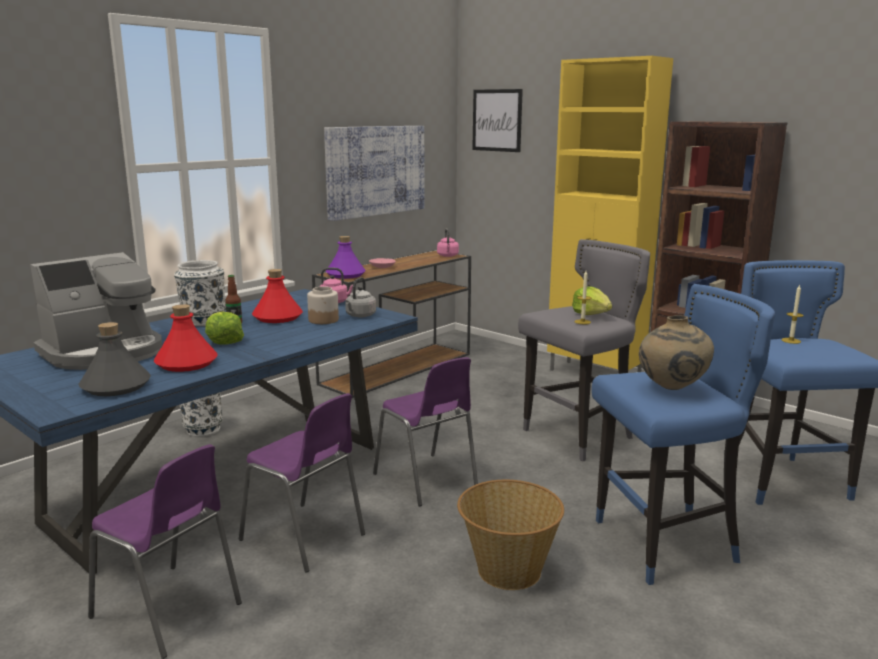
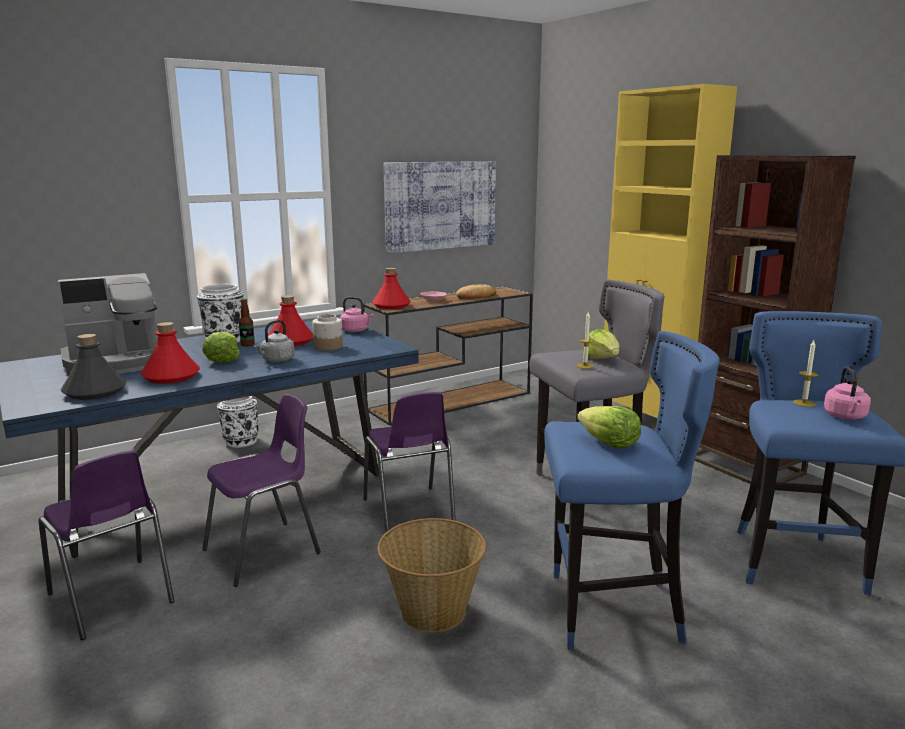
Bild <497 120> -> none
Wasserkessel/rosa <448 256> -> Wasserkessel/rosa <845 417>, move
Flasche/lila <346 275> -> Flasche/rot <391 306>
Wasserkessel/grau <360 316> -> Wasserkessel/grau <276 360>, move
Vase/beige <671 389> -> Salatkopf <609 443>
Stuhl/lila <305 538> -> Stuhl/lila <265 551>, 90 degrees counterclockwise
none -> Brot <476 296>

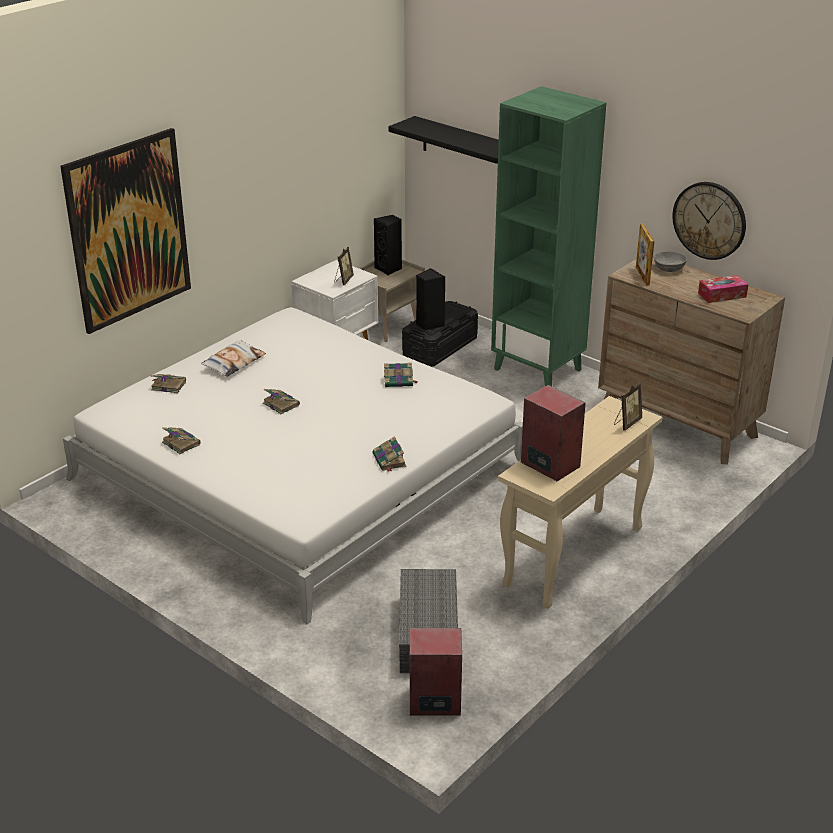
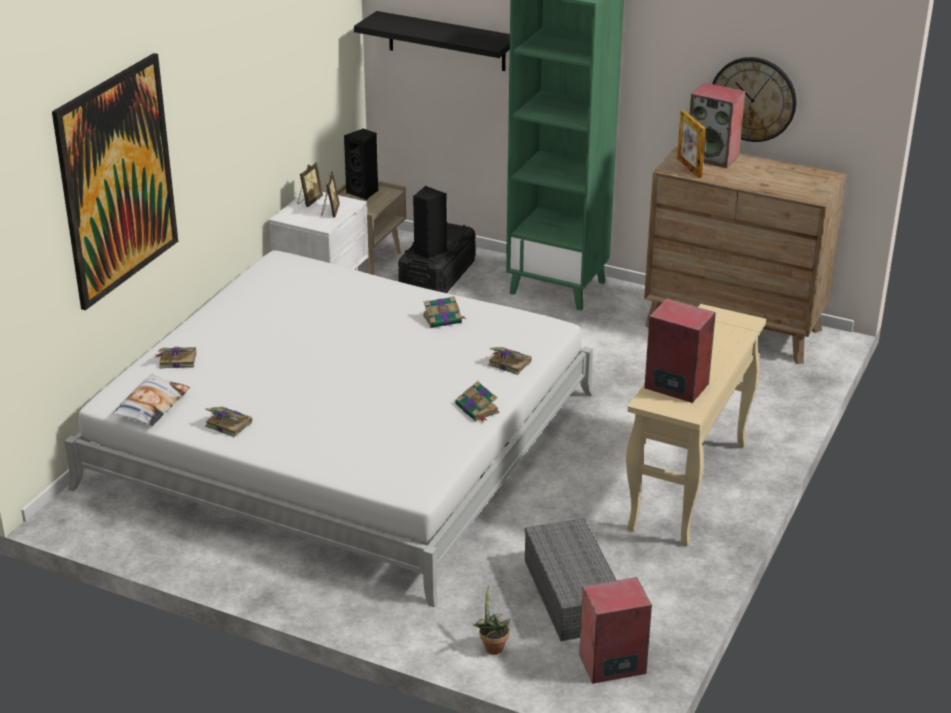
Schüssel/grau <669 269> -> Lautsprecher <713 157>
Taschentuchbox <722 295> -> none
Kissen <234 363> -> Kissen <152 405>, move
Bilderrahmen <626 423> -> Bilderrahmen <309 201>, move
Buch <280 404> -> Buch <509 363>, move
none -> Topfpflanze <492 646>

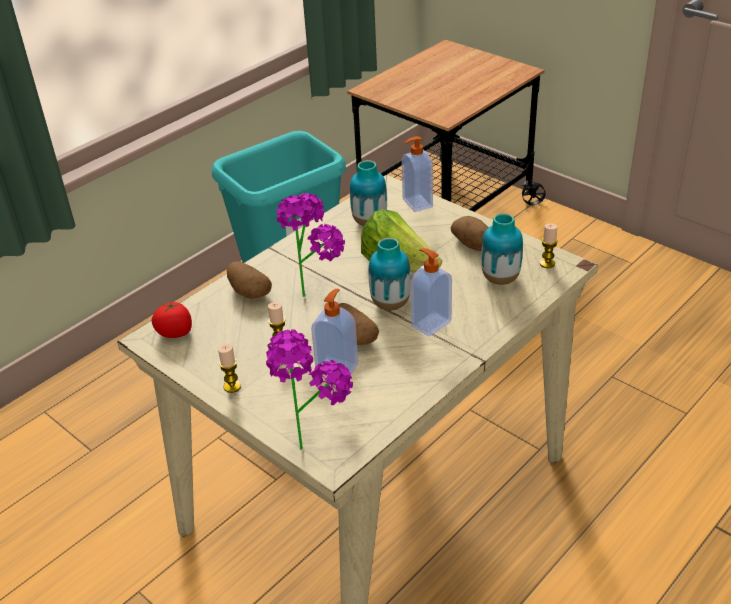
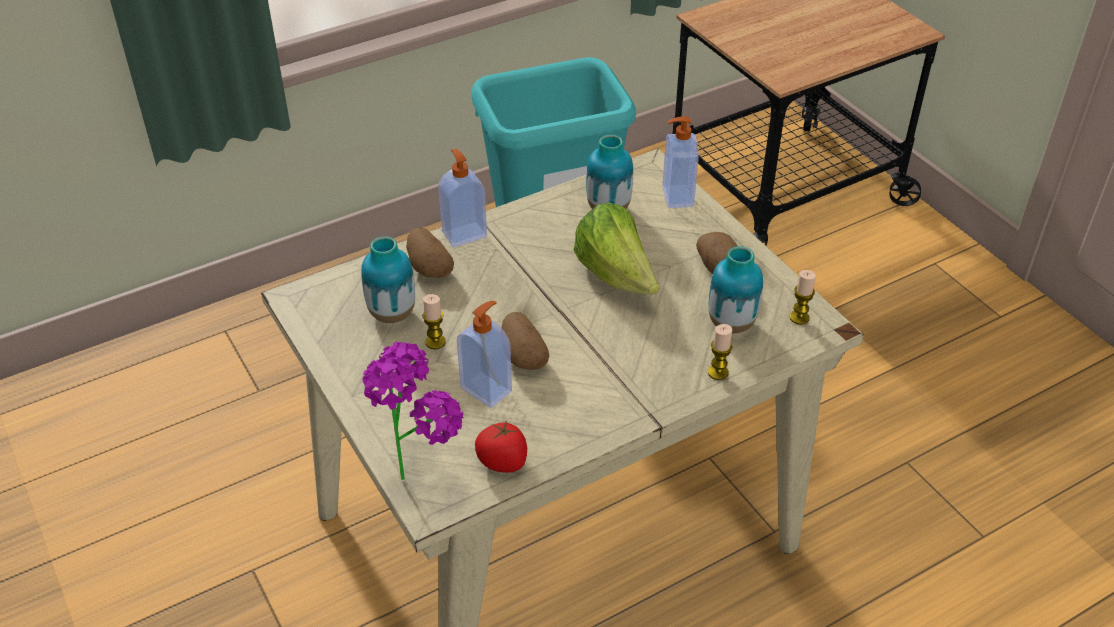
Topfpflanze <316 290> -> none
Vase <390 304> -> Vase <392 314>, move
Seifenspender <430 323> -> Seifenspender <464 234>, move
Tomate <175 332> -> Tomate <503 461>, move
Kerze <232 386> -> Kerze <718 372>, move

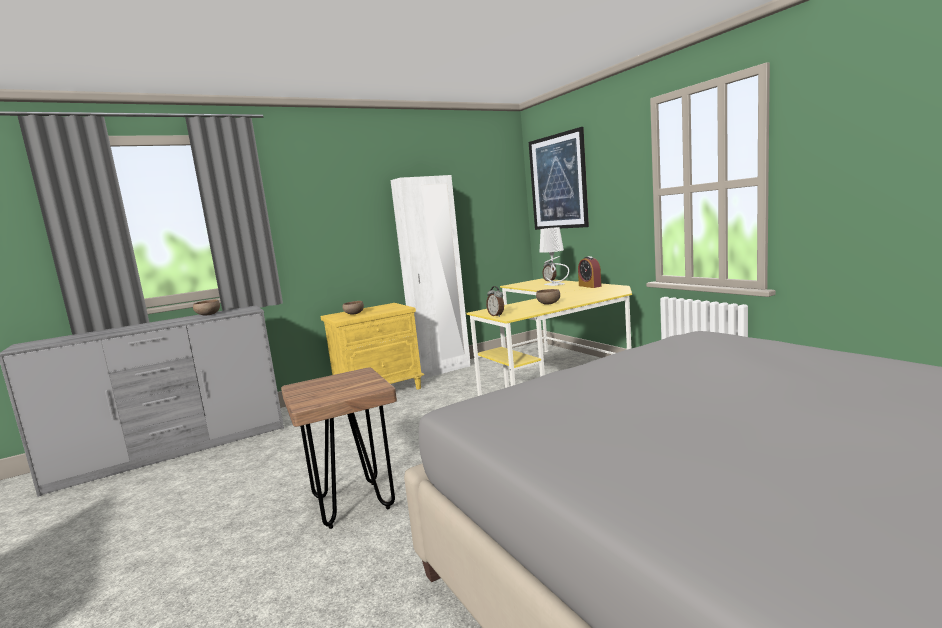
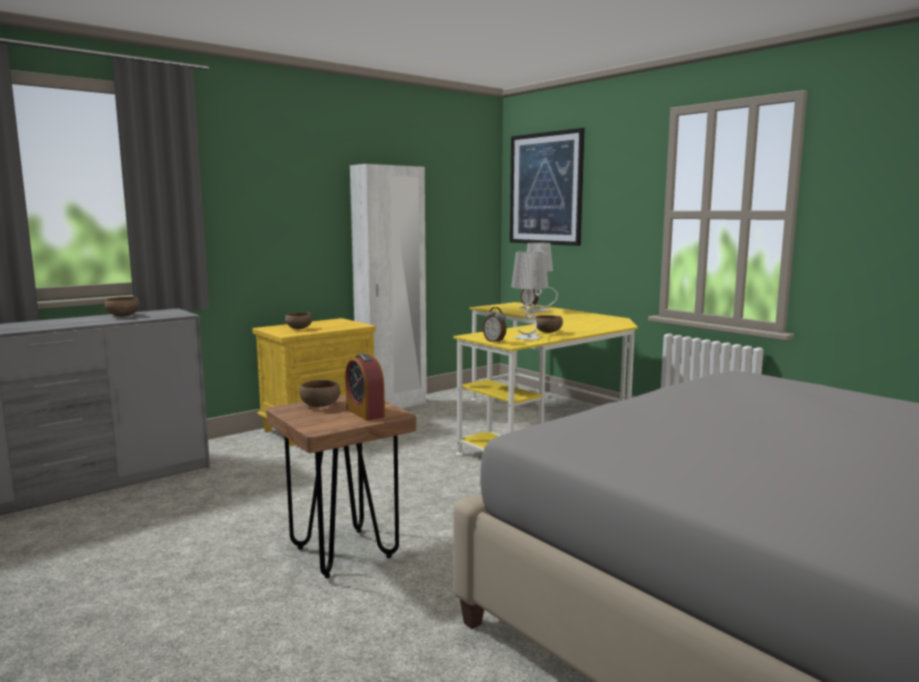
Wecker <590 286> -> Wecker <365 413>, move
none -> Tischlampe/grau <528 338>
none -> Schüssel/braun <320 405>

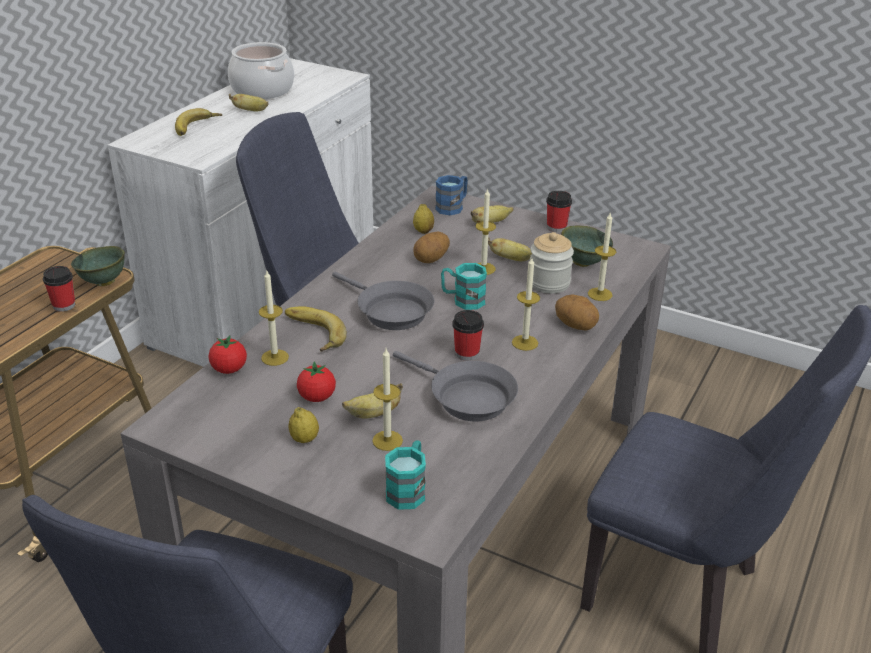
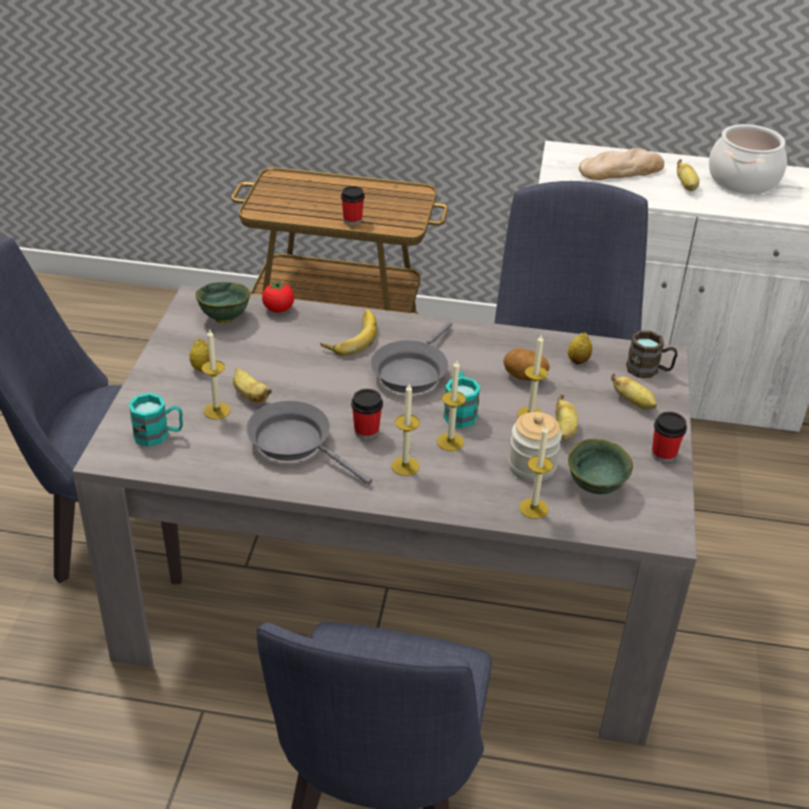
Banane <197 127> -> Brot <621 170>
Henkelbecher/blau <453 206> -> Henkelbecher/braun <649 370>
Schüssel/grün <103 283> -> Schüssel/grün <223 318>, move
Kerze <275 357> -> Kerze <450 442>, move
Kartoffel <575 326> -> none
Pfanne/grau <466 397> -> Pfanne/grau <295 443>, 105 degrees clockwise
Tomate <317 397> -> none

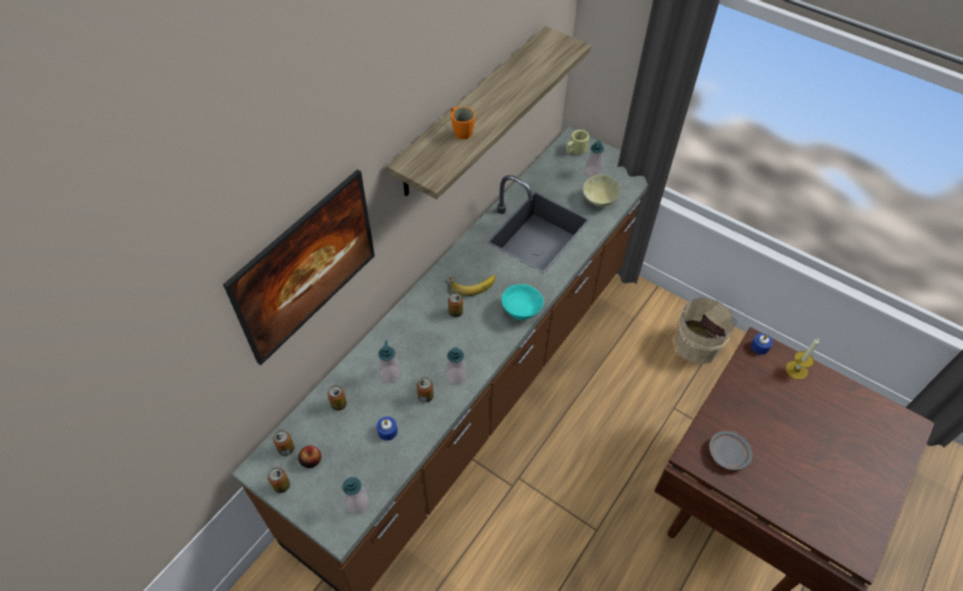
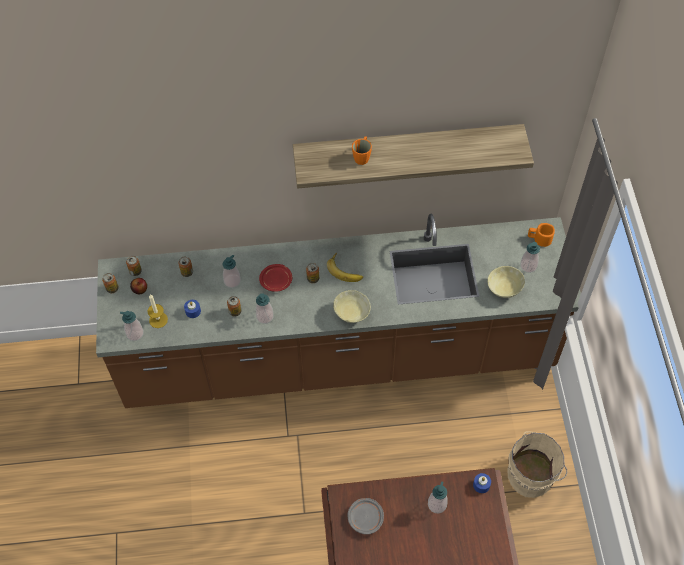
Henkelbecher/beige <575 150> -> Henkelbecher/orange <539 239>
Bild <312 287> -> none
Schüssel/türkis <521 311> -> Schüssel/beige <352 314>
Kerze <796 370> -> Kerze <158 320>, move
none -> Teller/rot <276 281>
none -> Seifenspender <437 504>

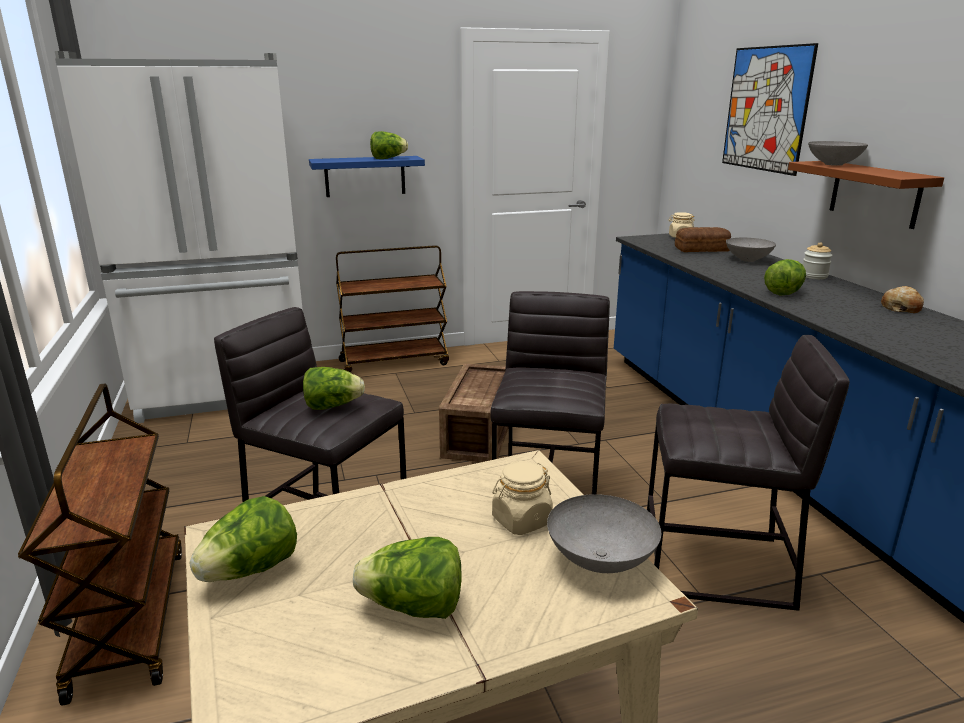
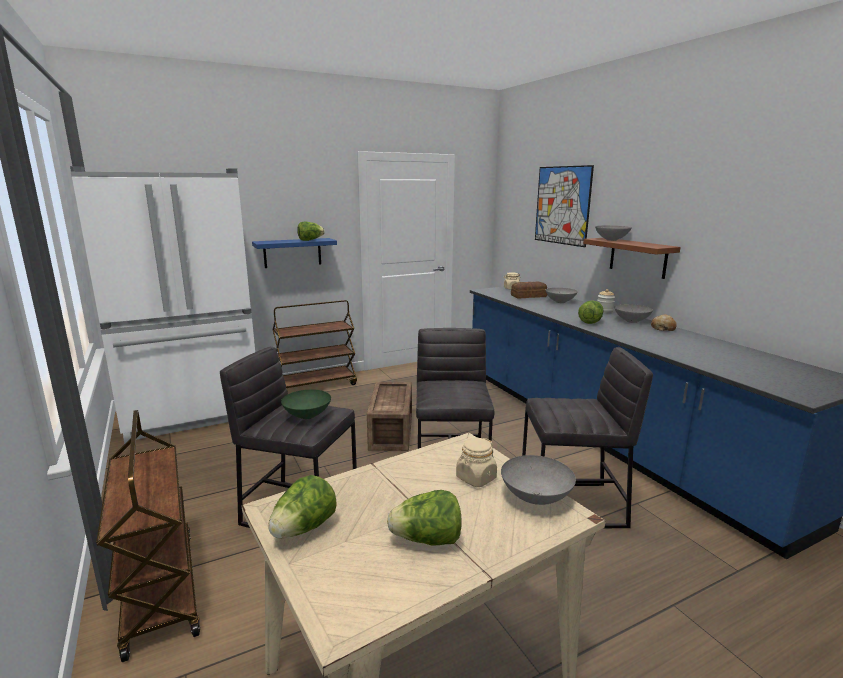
Salatkopf <332 406> -> Schüssel/grün <307 415>
none -> Schüssel/grau <632 321>

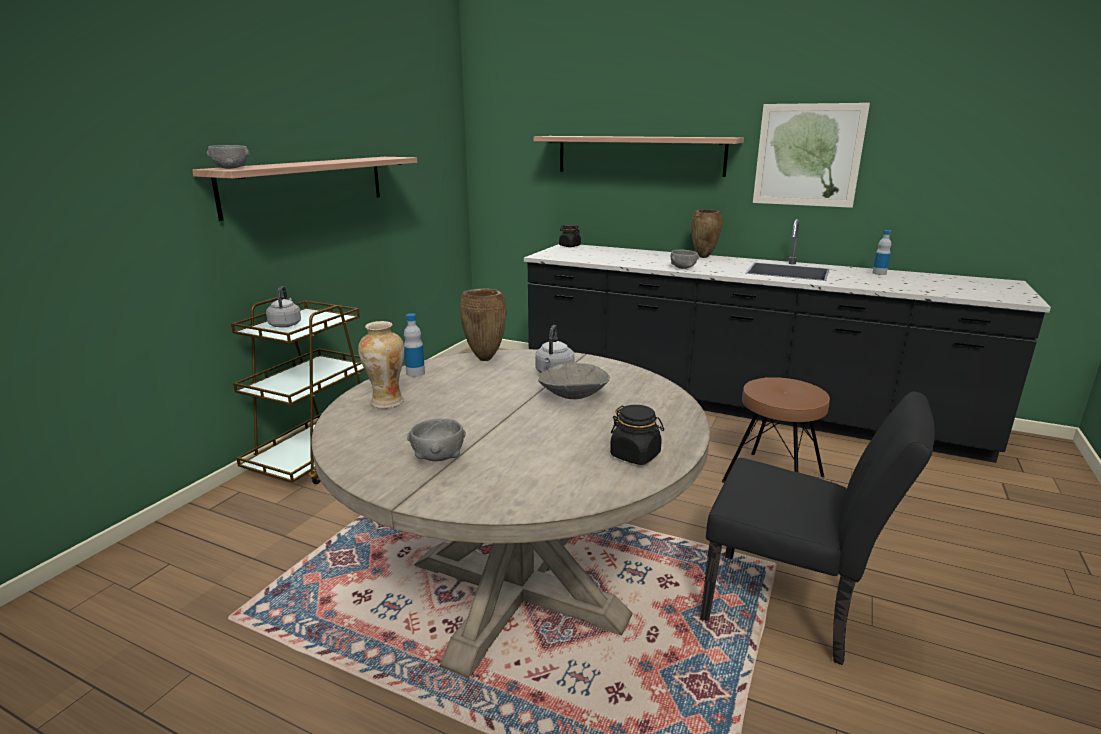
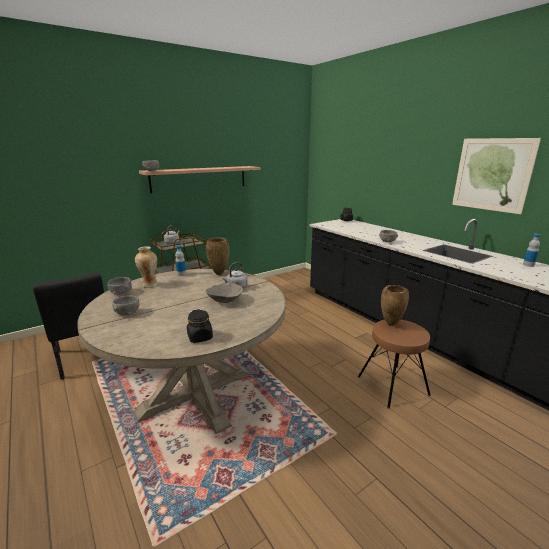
Wandregal <639 155> -> none
Vase/braun <703 257> -> Vase/braun <391 324>, move
Stuhl/schwarz <792 609> -> Stuhl/schwarz <86 360>, move
none -> Schüssel/grau <121 293>

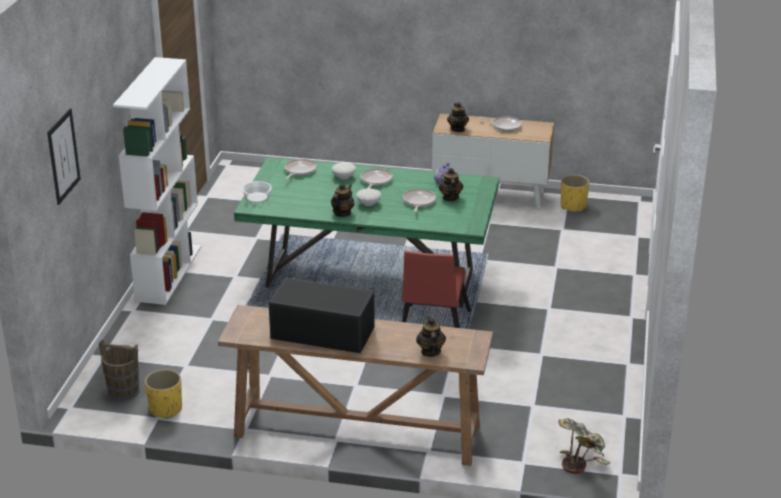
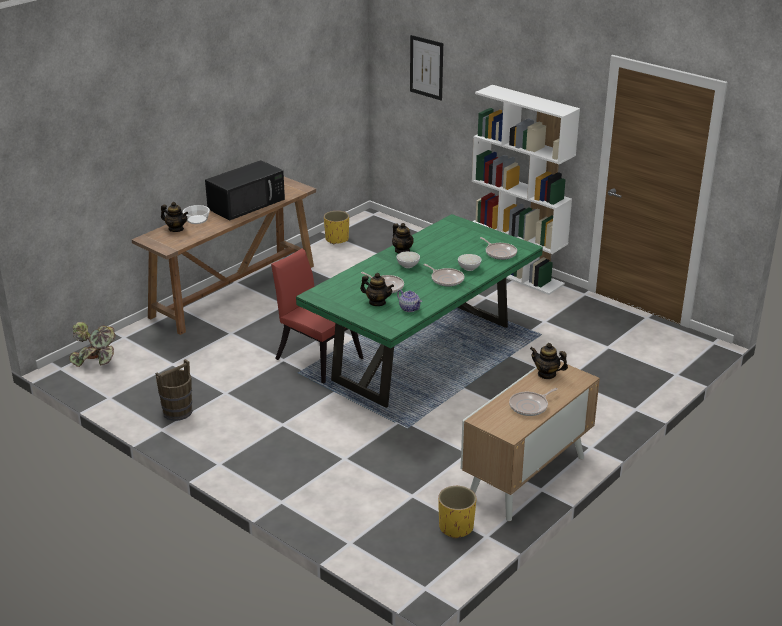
Schüssel <257 197> -> Schüssel <197 219>, move
Eimer/braun <124 391> -> Eimer/braun <177 412>, move

